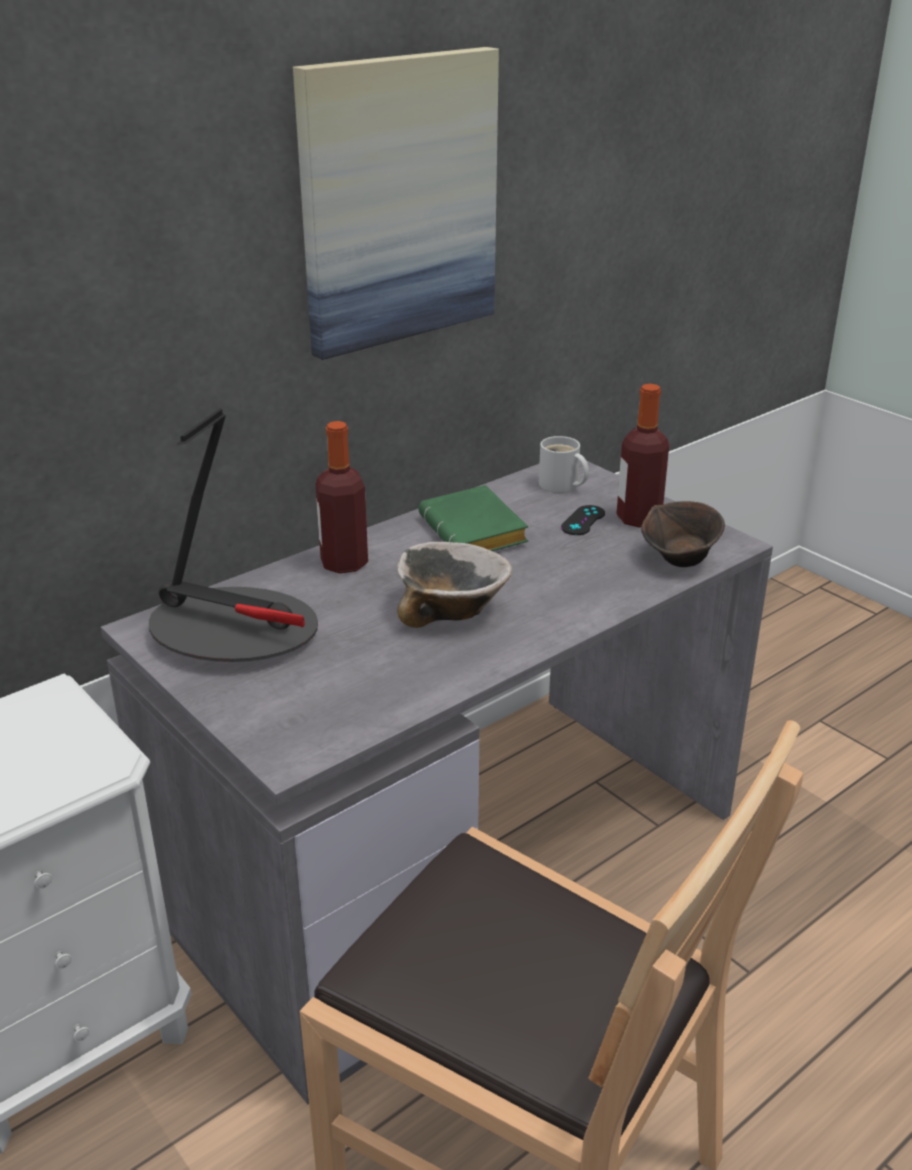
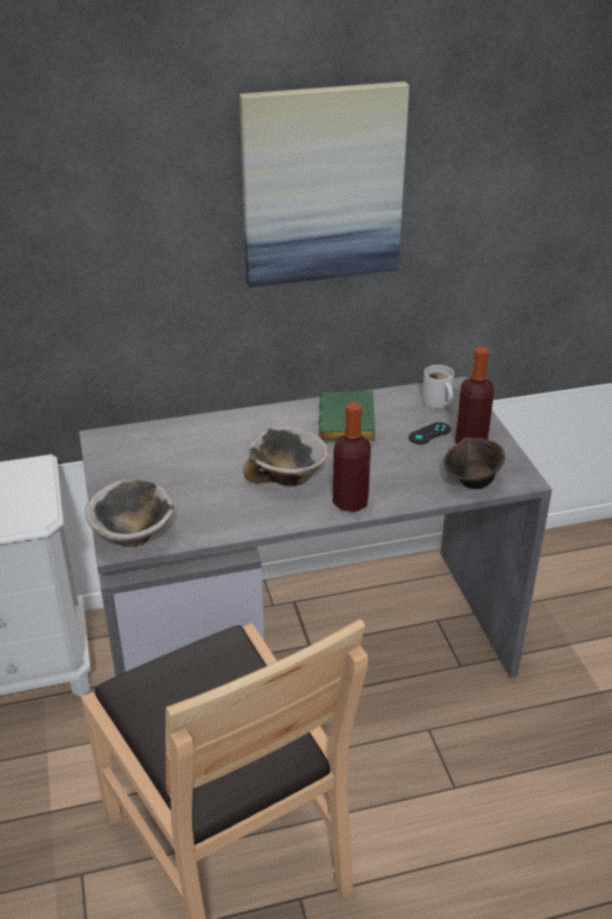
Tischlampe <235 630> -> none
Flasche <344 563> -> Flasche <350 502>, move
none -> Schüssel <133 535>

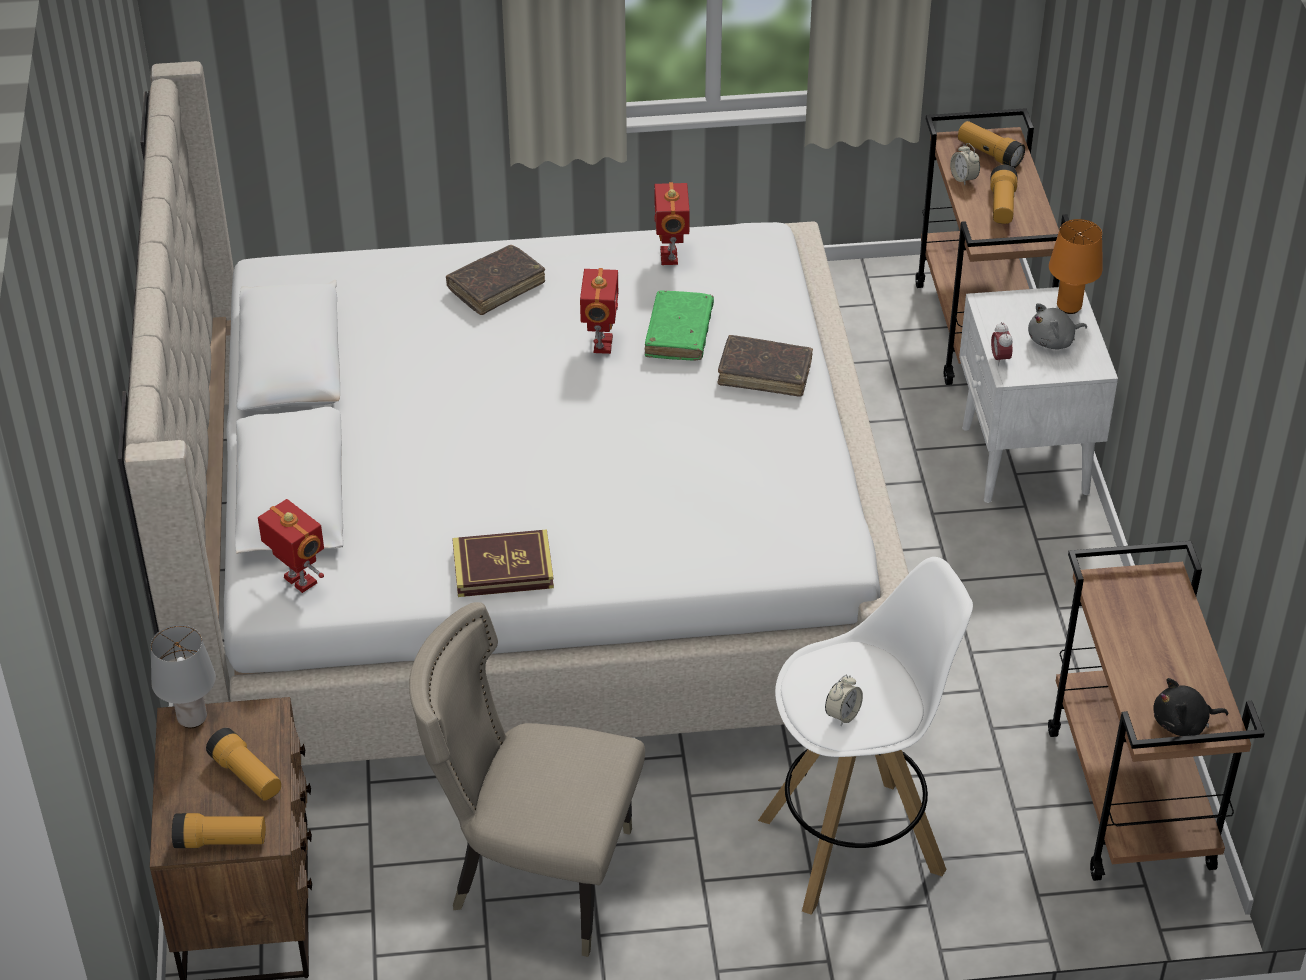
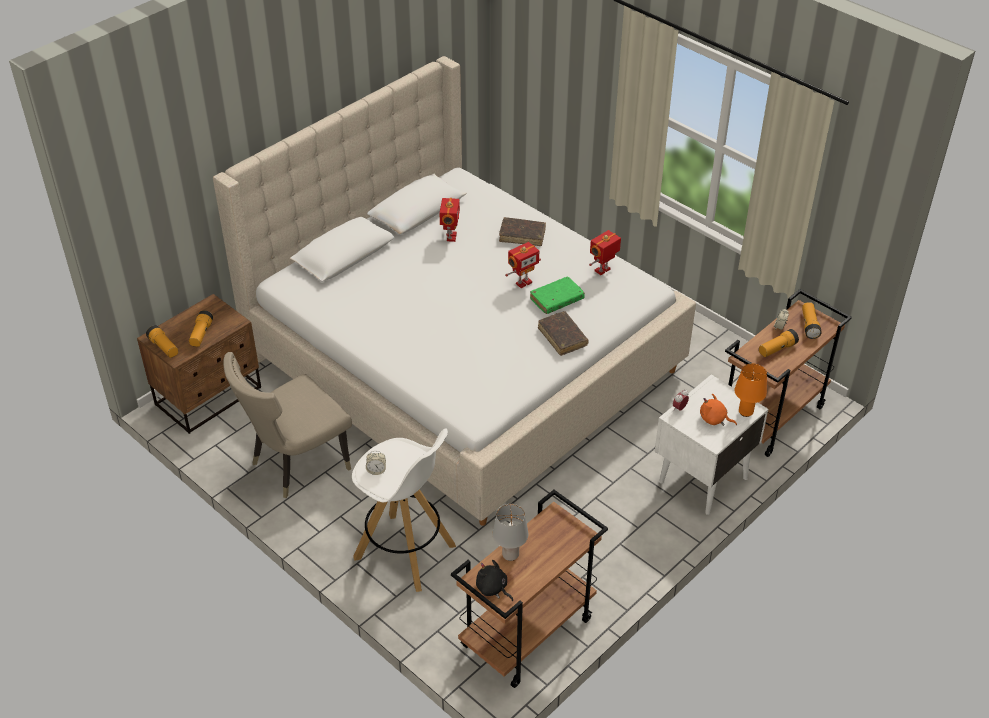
Plüschtier/grau <1053 341> -> Plüschtier/orange <714 419>
Spielzeugroboter <298 581> -> Spielzeugroboter <450 237>, move
Buch <503 568> -> none
Stuhl/beige <534 875> -> Stuhl/beige <295 465>, 105 degrees counterclockwise
Tischlampe/grau <192 719> -> Tischlampe/grau <510 555>, move

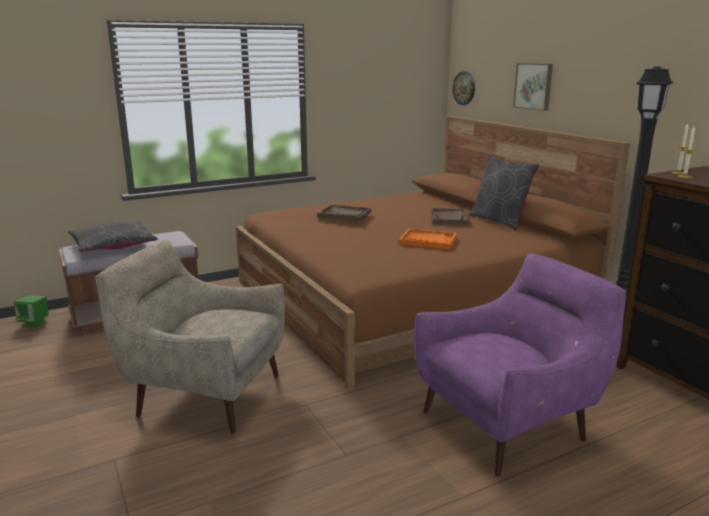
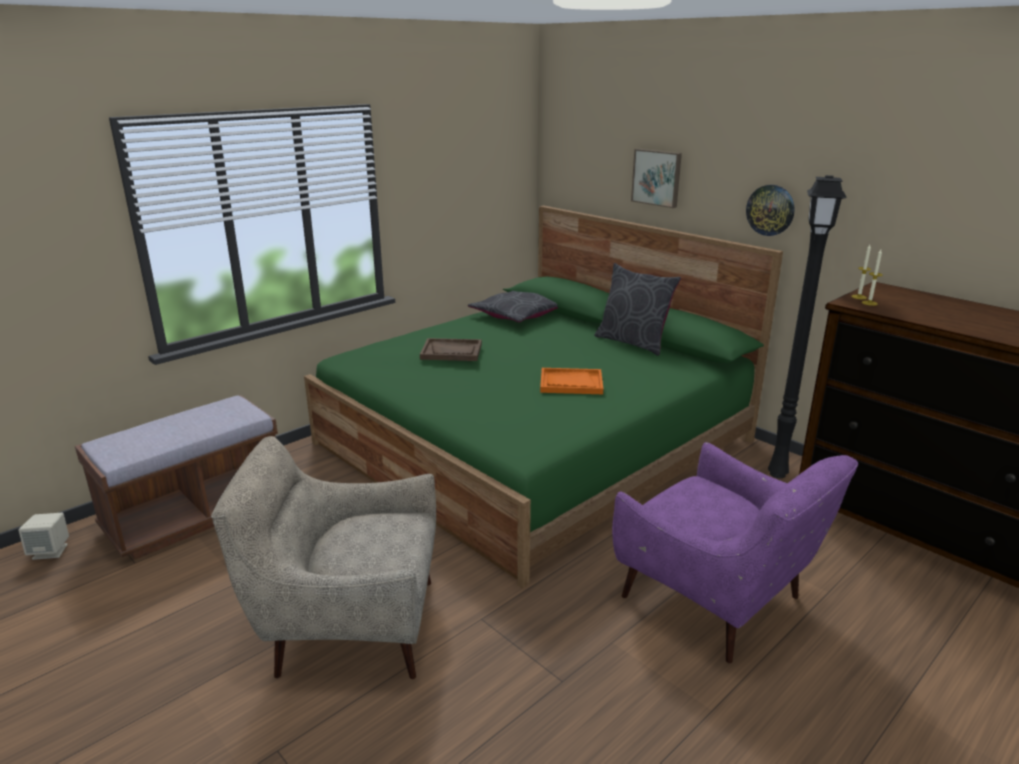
Wanduhr <464 88> -> Wanduhr <770 210>, move
Bett/braun <410 297> -> Bett/grün <535 441>
Tablett/braun <449 218> -> none
Kissen/grau <113 246> -> Kissen/grau <516 315>, move
Sessel/lila <509 423> -> Sessel/lila <718 603>, 90 degrees clockwise
Lautsprecher/grün <34 323> -> Lautsprecher/beige <50 551>

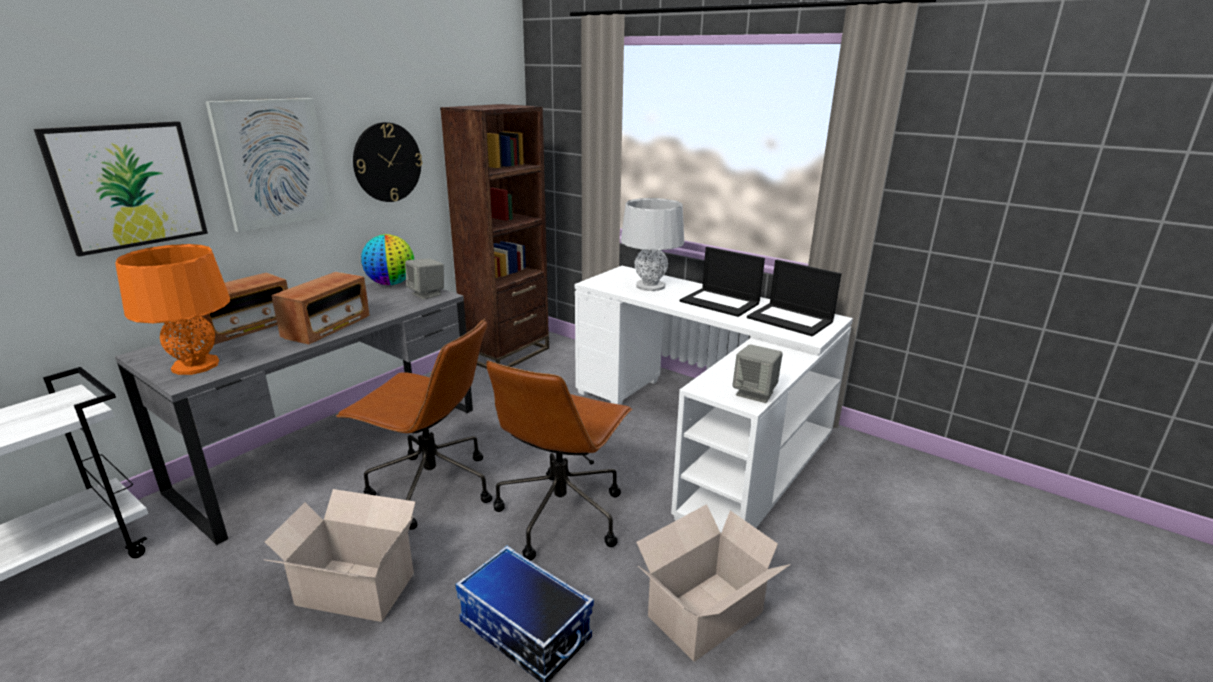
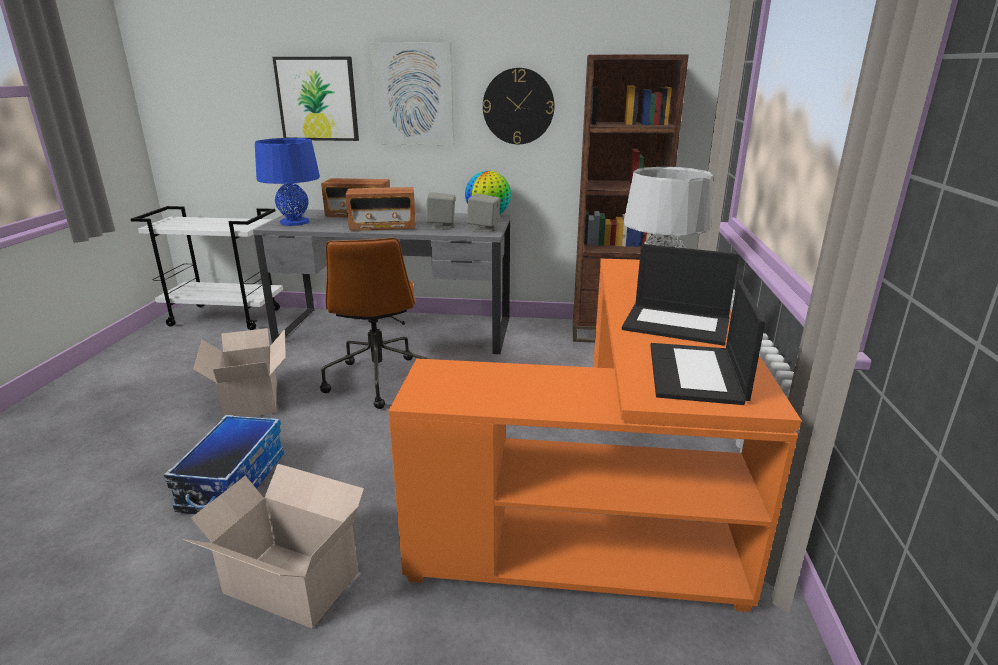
Tischlampe/orange <195 366> -> Tischlampe/blau <294 222>
Laptop <720 302> -> Laptop <678 324>, 75 degrees counterclockwise
Schreibtisch/weiß <705 434> -> Schreibtisch/orange <618 491>
Lautsprecher/grau <755 393> -> Lautsprecher/grau <441 226>, move
Bürostuhl/braun <561 514> -> none

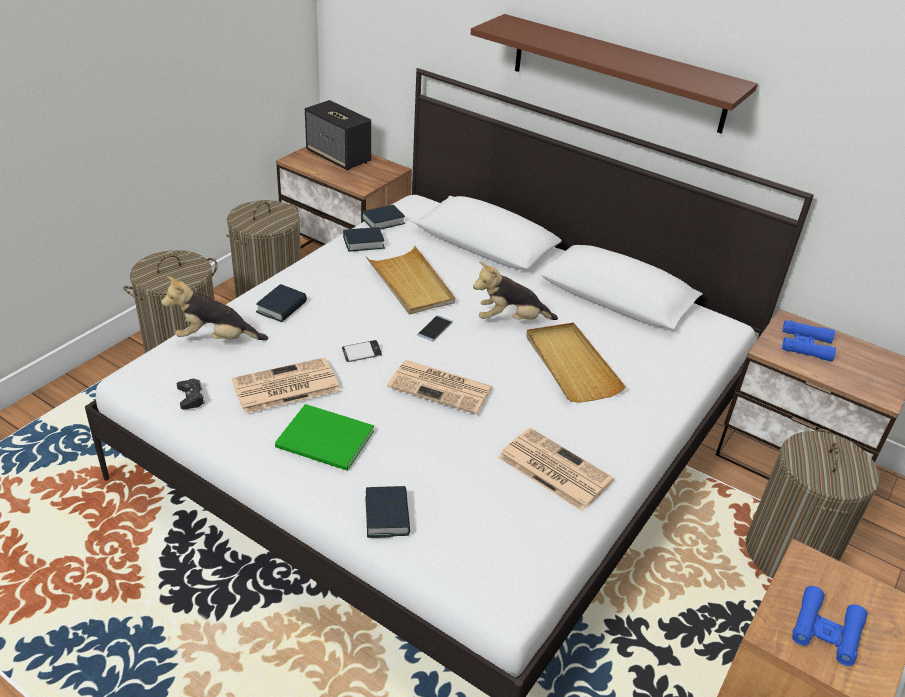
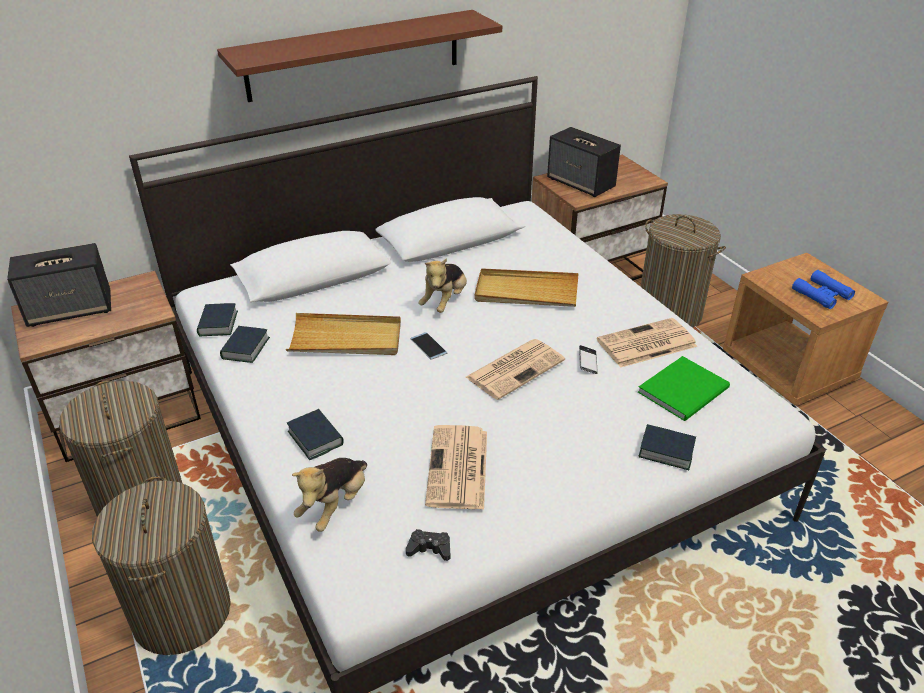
Fernglas/blau <806 345> -> Lautsprecher <581 183>
Handy <361 354> -> Handy <587 362>, move
Buch/grün <326 441> -> Buch/grün <686 390>, move

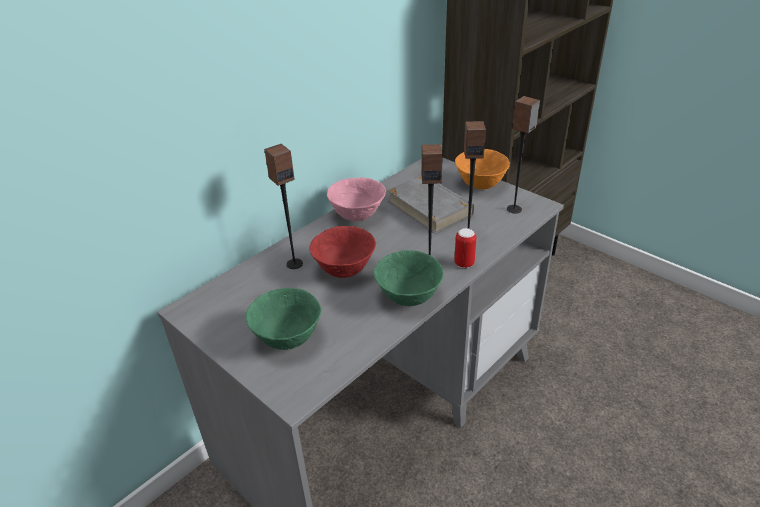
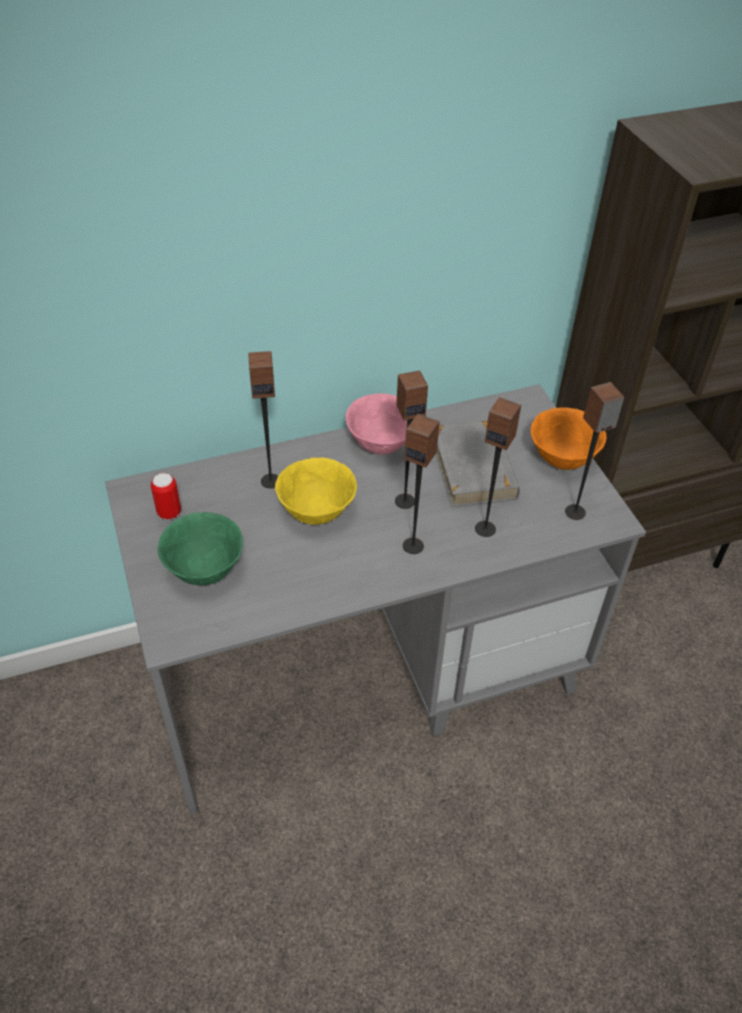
Schüssel/rot <345 270> -> Schüssel/gelb <317 512>
Dose <464 263> -> Dose <169 512>, move
Schüssel/grün <408 298> -> none
none -> Lautsprecher <404 501>

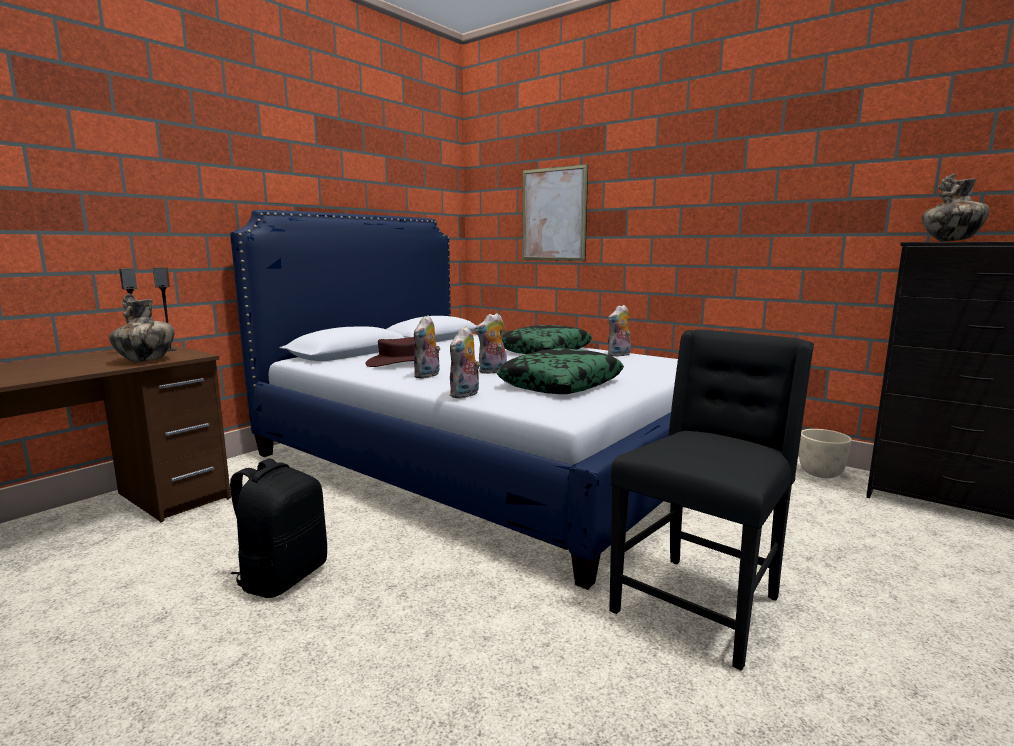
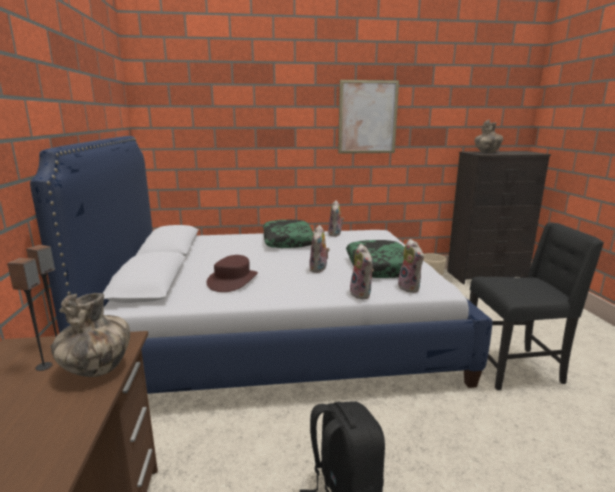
Bild <553 214> -> Bild <367 117>, move
Plüschtier <428 376> -> Plüschtier <411 288>, move
Stuhl/schwarz <699 604> -> Stuhl/schwarz <514 367>, 90 degrees clockwise

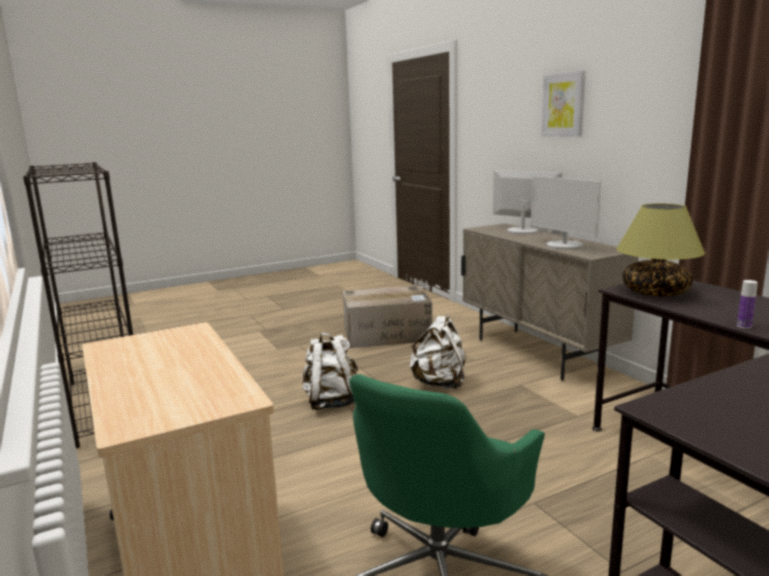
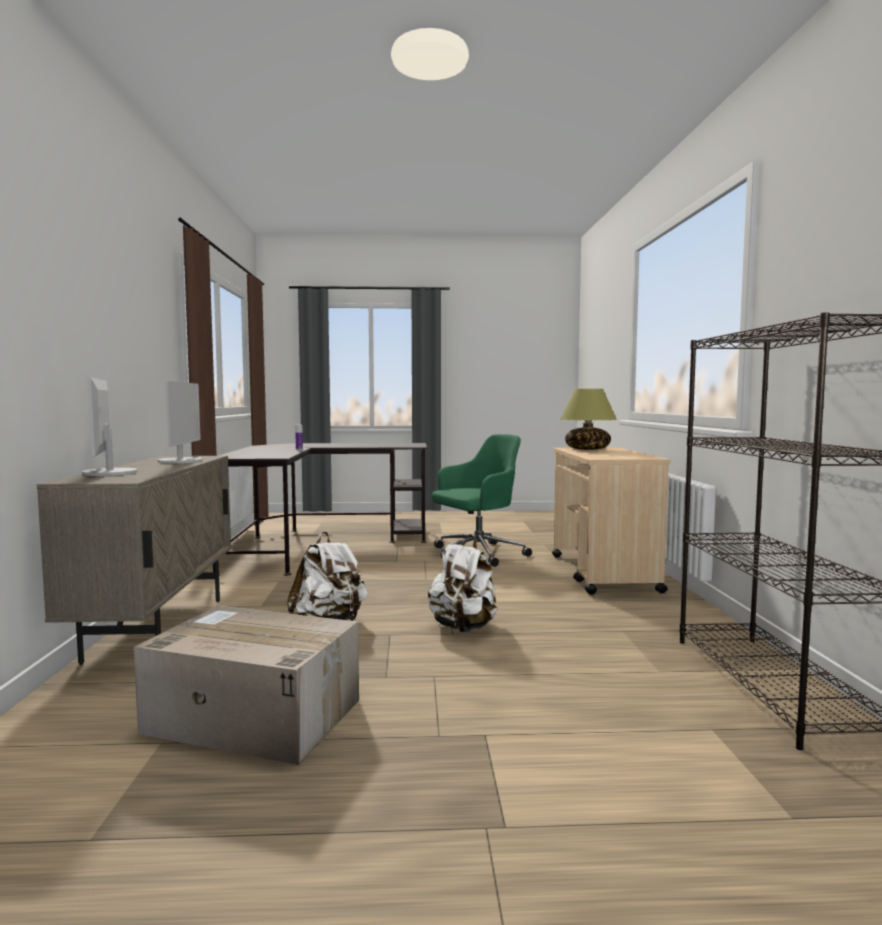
Bild <563 105> -> none
Tischlampe <655 292> -> Tischlampe <587 449>, move

